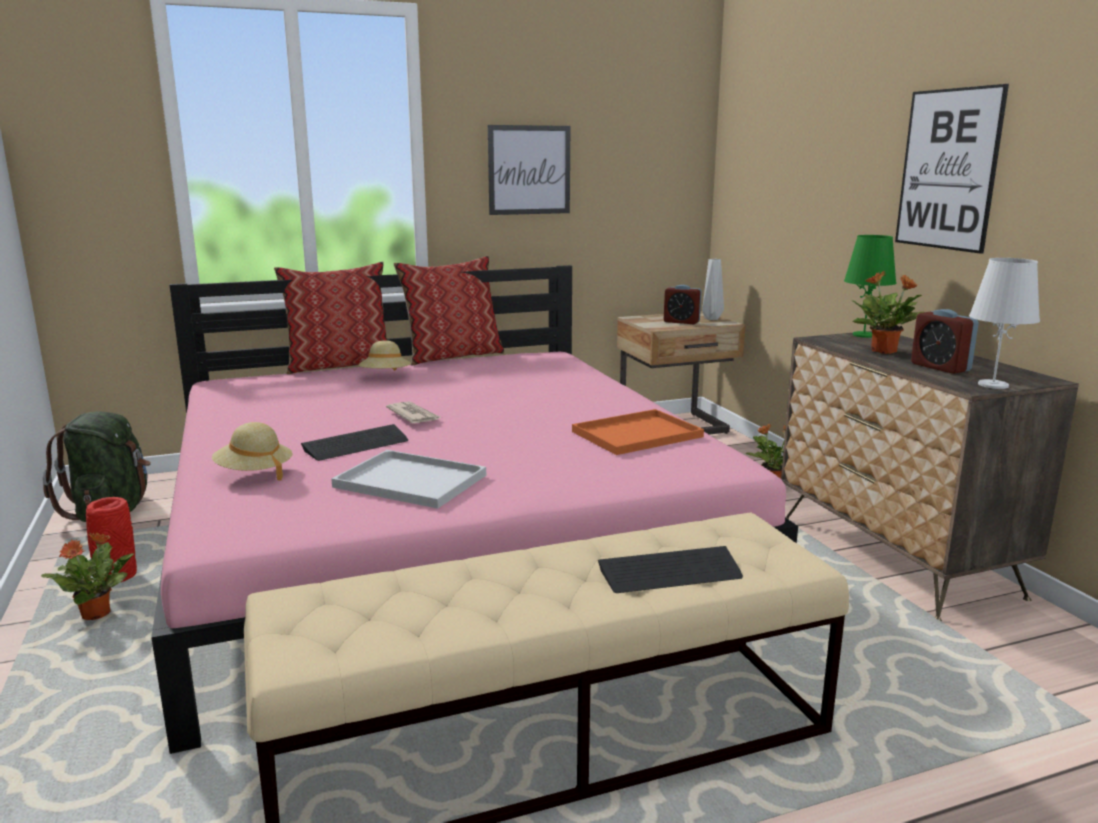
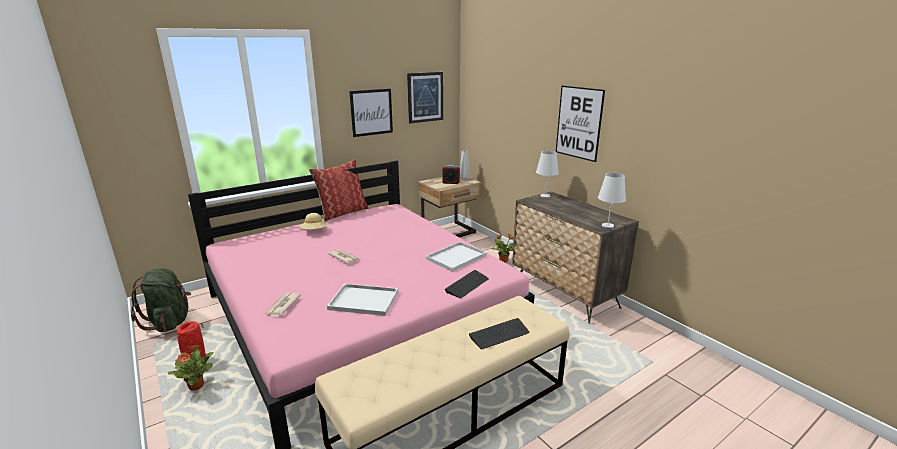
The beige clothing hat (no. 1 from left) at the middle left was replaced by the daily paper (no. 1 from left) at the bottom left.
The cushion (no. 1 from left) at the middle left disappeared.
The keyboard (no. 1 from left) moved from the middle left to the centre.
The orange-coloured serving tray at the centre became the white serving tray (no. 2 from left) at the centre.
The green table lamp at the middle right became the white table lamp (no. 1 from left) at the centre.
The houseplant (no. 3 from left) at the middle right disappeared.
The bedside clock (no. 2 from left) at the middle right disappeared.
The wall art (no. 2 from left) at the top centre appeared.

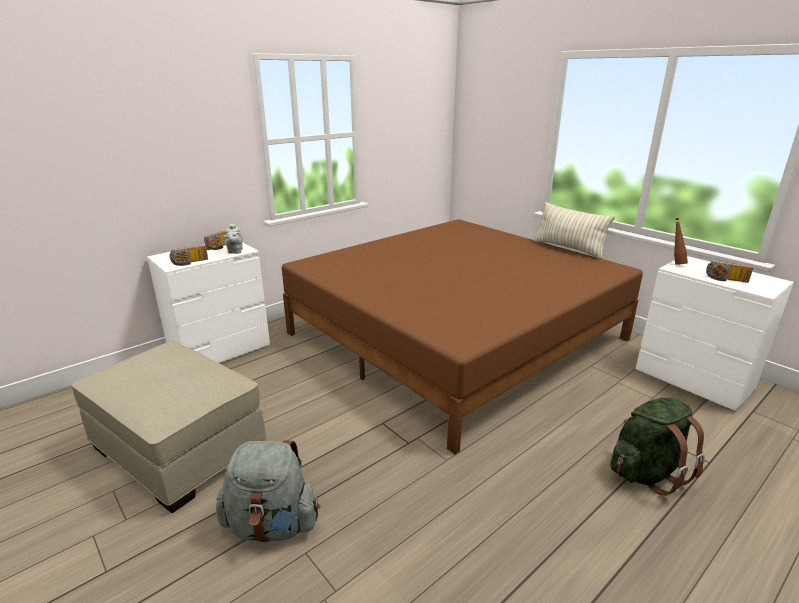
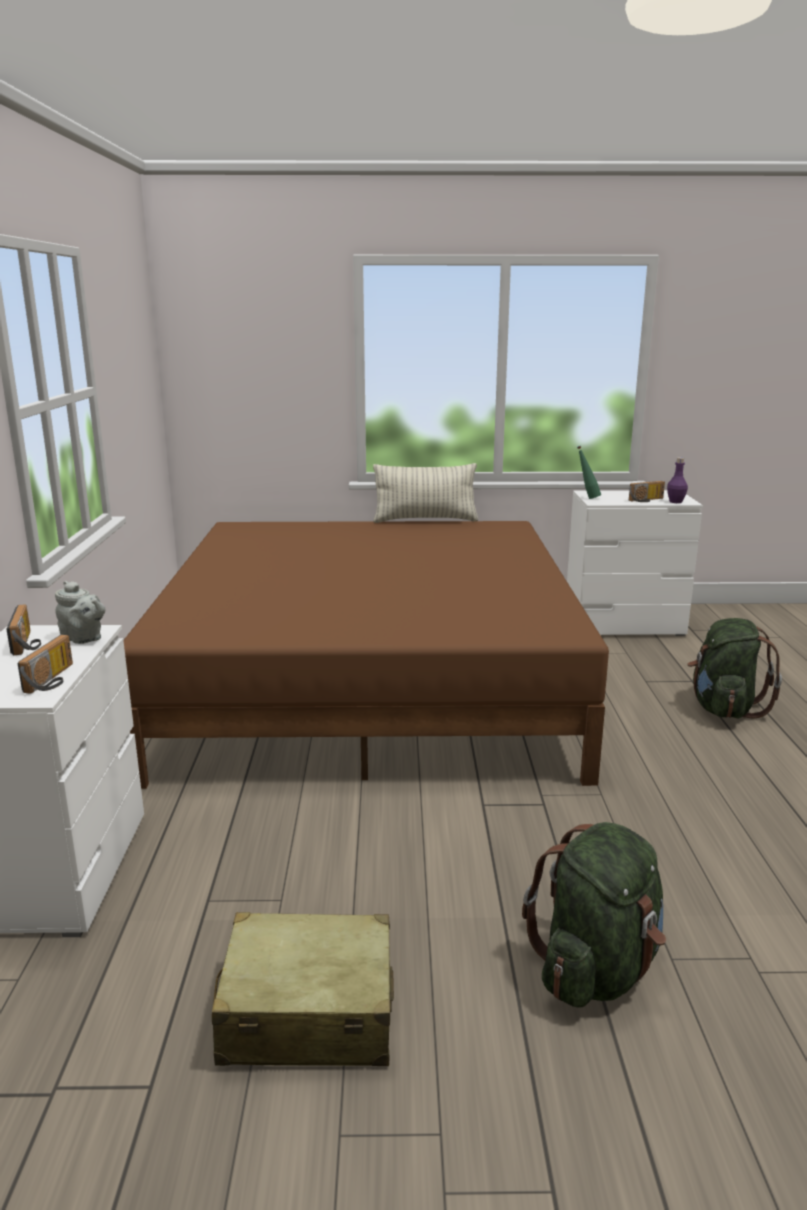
The beige pouffe at the bottom left was replaced by the beige travel case at the bottom centre.
The greyish backpack at the bottom centre became the green backpack (no. 1 from left) at the bottom right.
The brown-coloured beverage bottle at the middle right became the green beverage bottle at the middle right.
The purple beverage bottle at the middle right appeared.

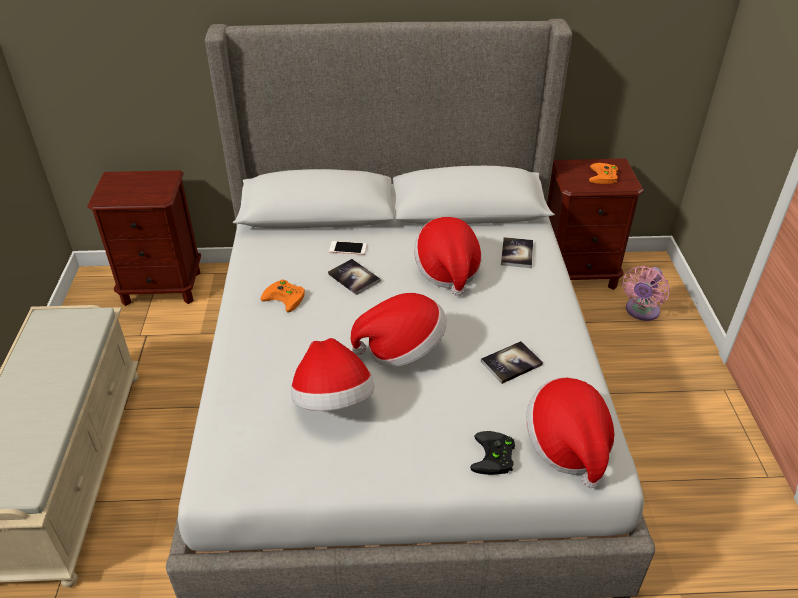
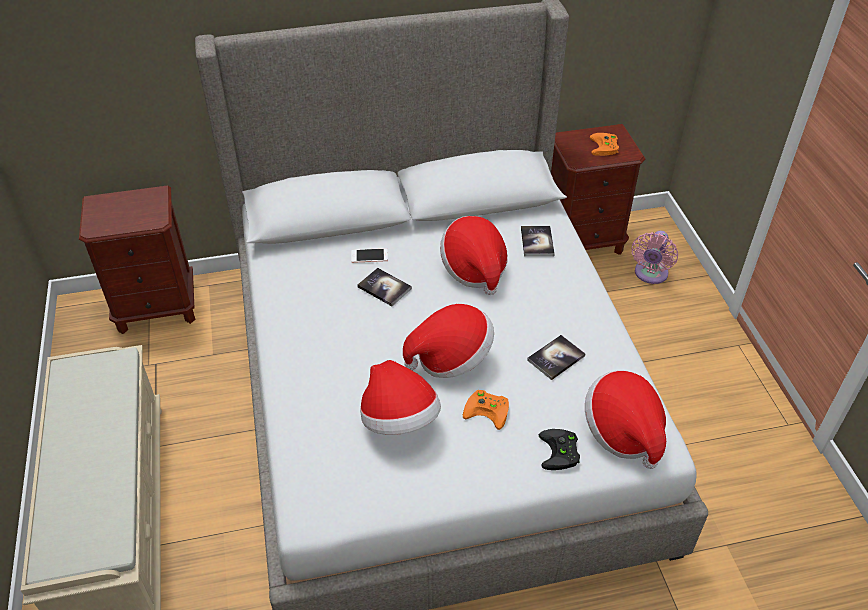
The orange-coloured joypad (no. 1 from left) moved from the centre to the bottom centre.

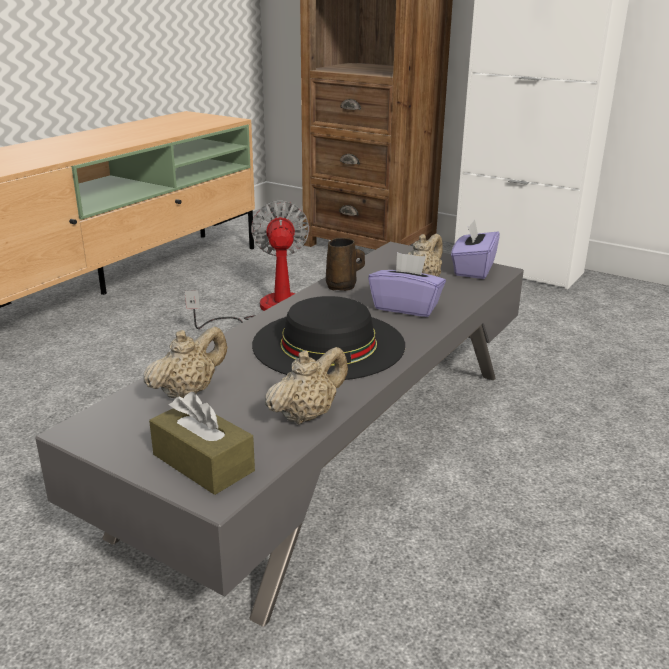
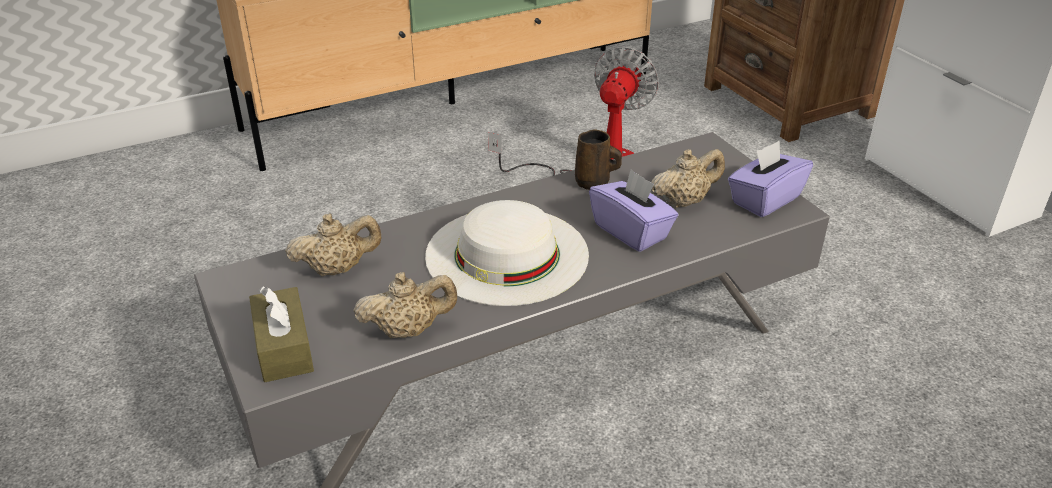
The blackish clothing hat at the centre became the white clothing hat at the centre.

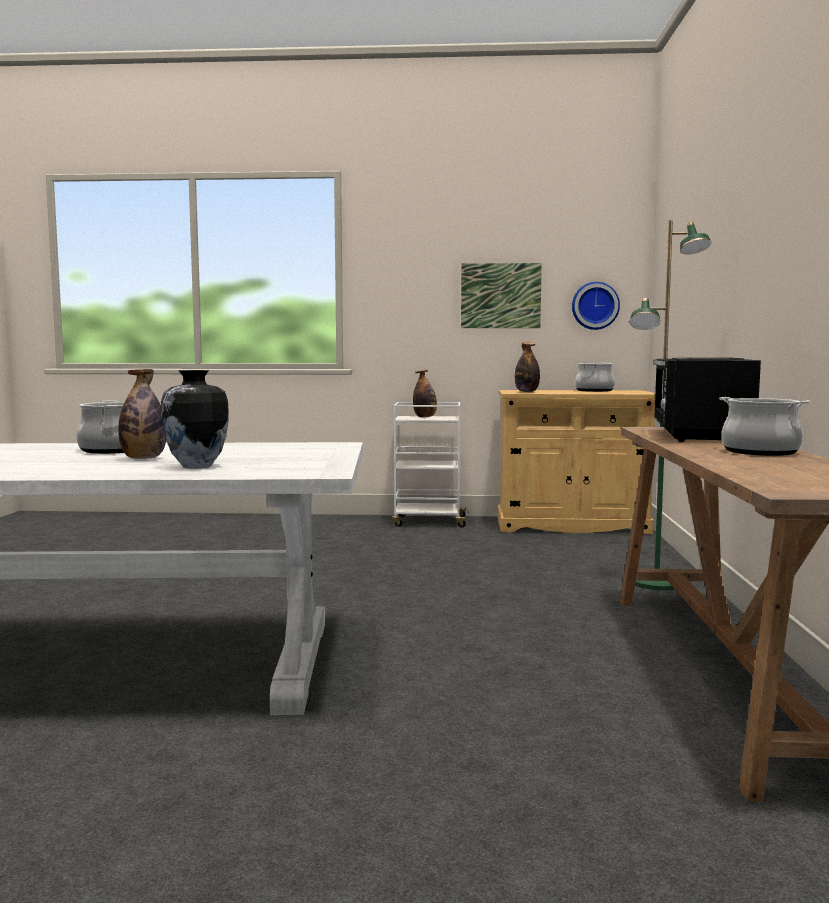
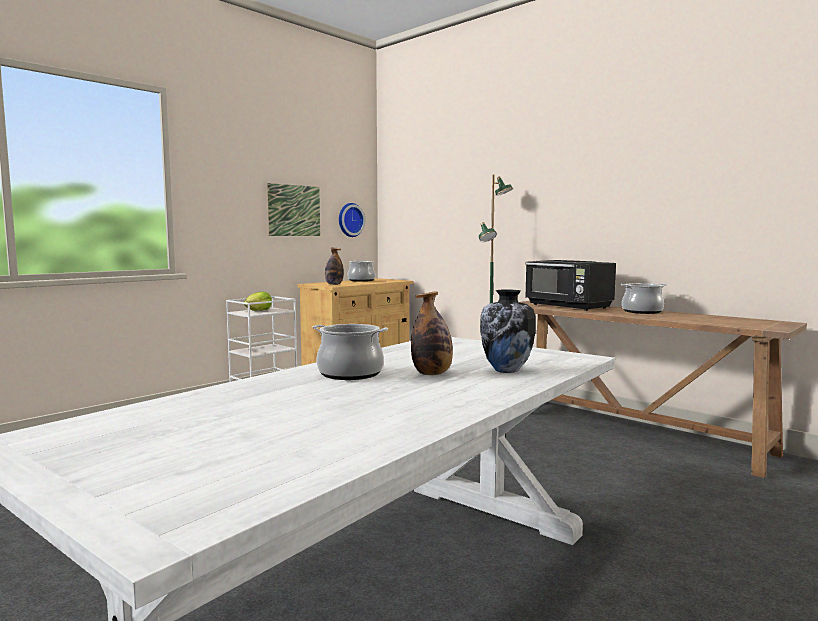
The beverage bottle (no. 2 from left) at the centre was replaced by the lettuce head at the middle left.

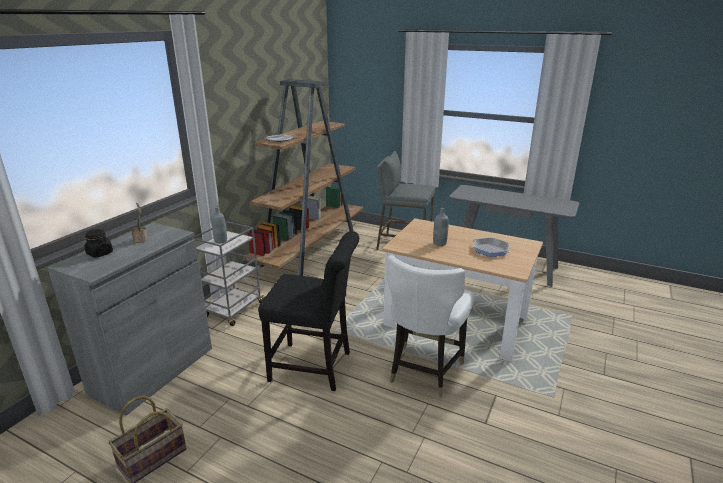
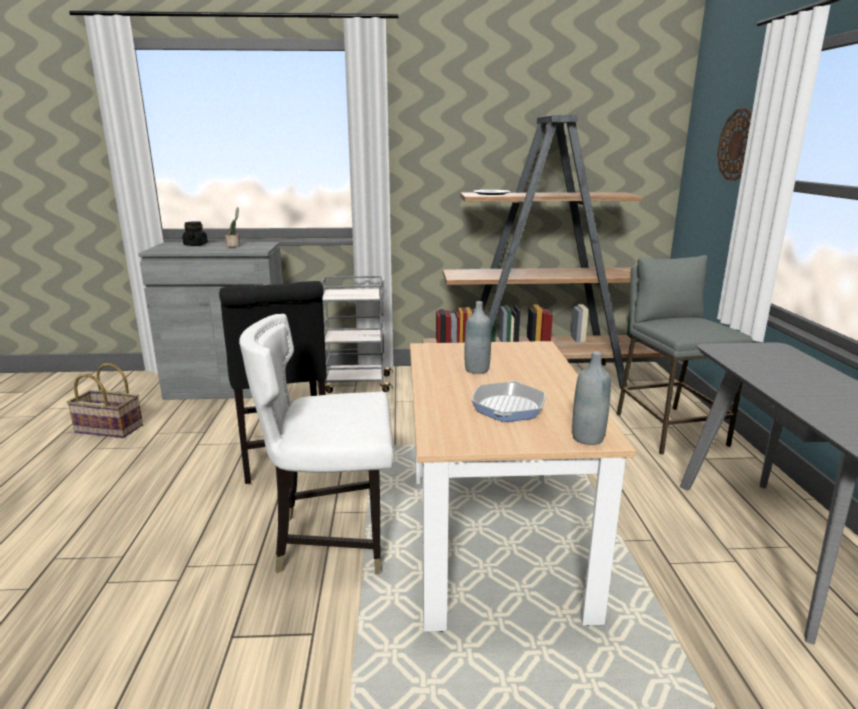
The greyish beverage bottle (no. 1 from left in the first image) moved from the middle left to the middle right.
The hanging clock at the top right appeared.

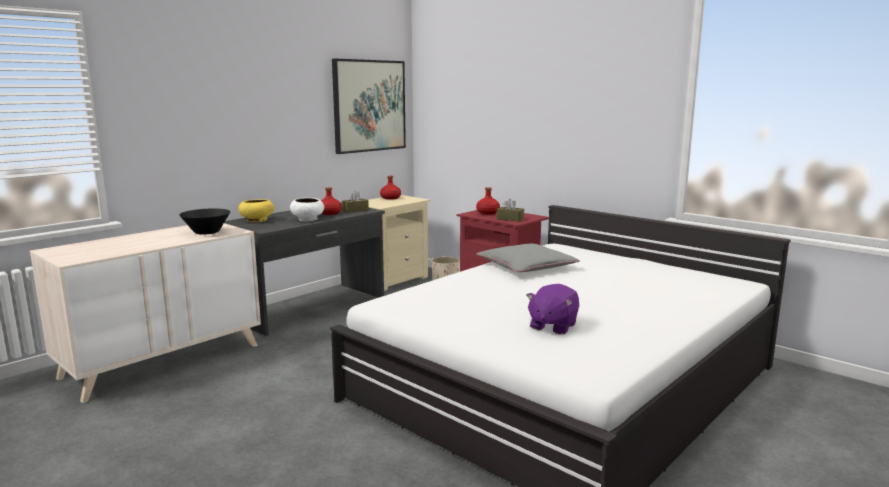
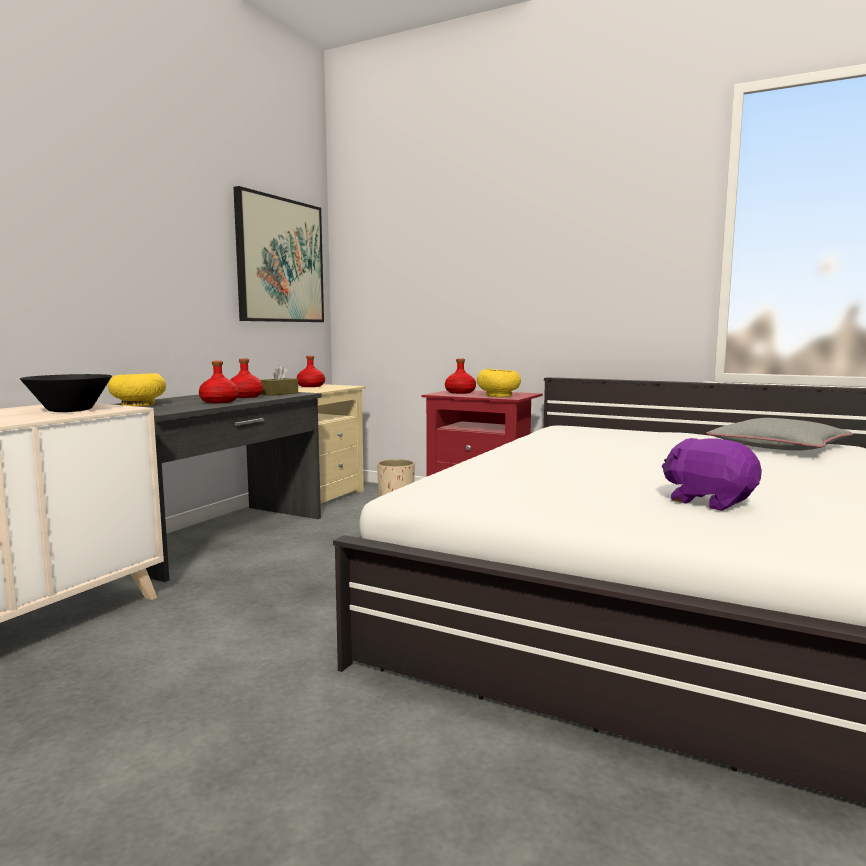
The white bowl at the centre was replaced by the red-coloured beverage bottle (no. 1 from left) at the middle left.
The greyish cushion moved from the centre to the middle right.
The brown-coloured tissue box (no. 2 from left) at the centre was replaced by the yellowish bowl (no. 2 from left) at the centre.
The purple soft toy at the centre turned 120 degrees clockwise.

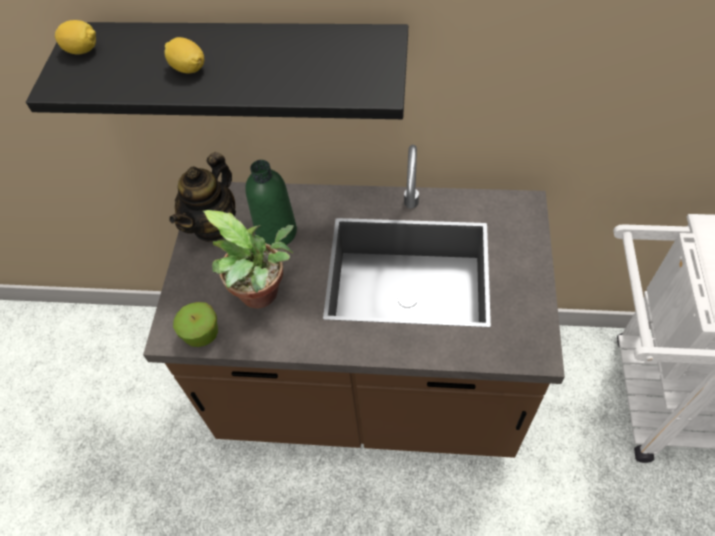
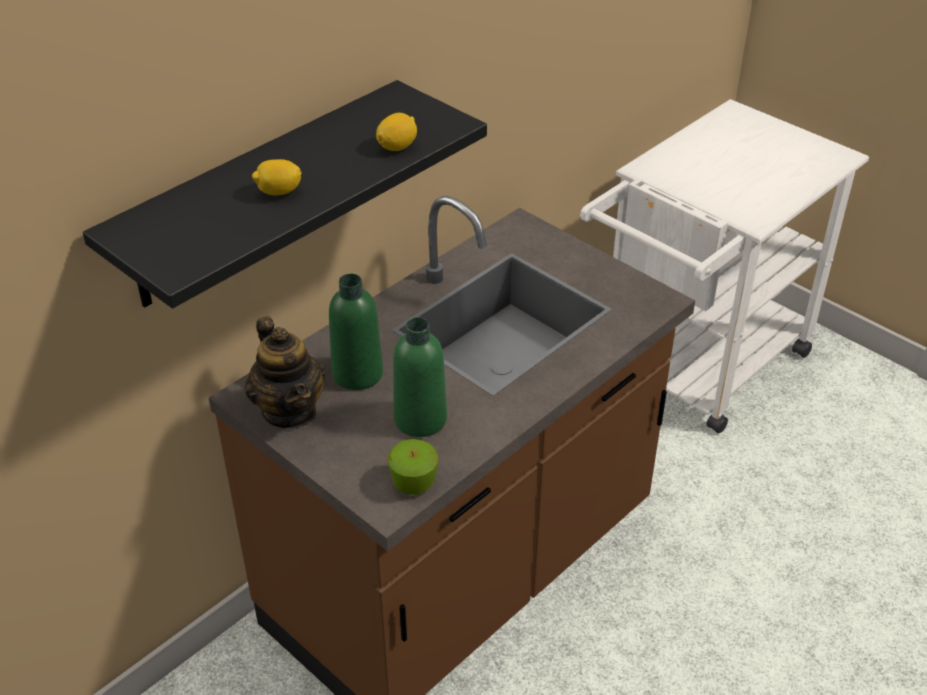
The citrus fruit (no. 1 from left in the first image) moved from the top left to the top centre.
The houseplant at the centre was replaced by the green beverage bottle (no. 2 from left) at the centre.

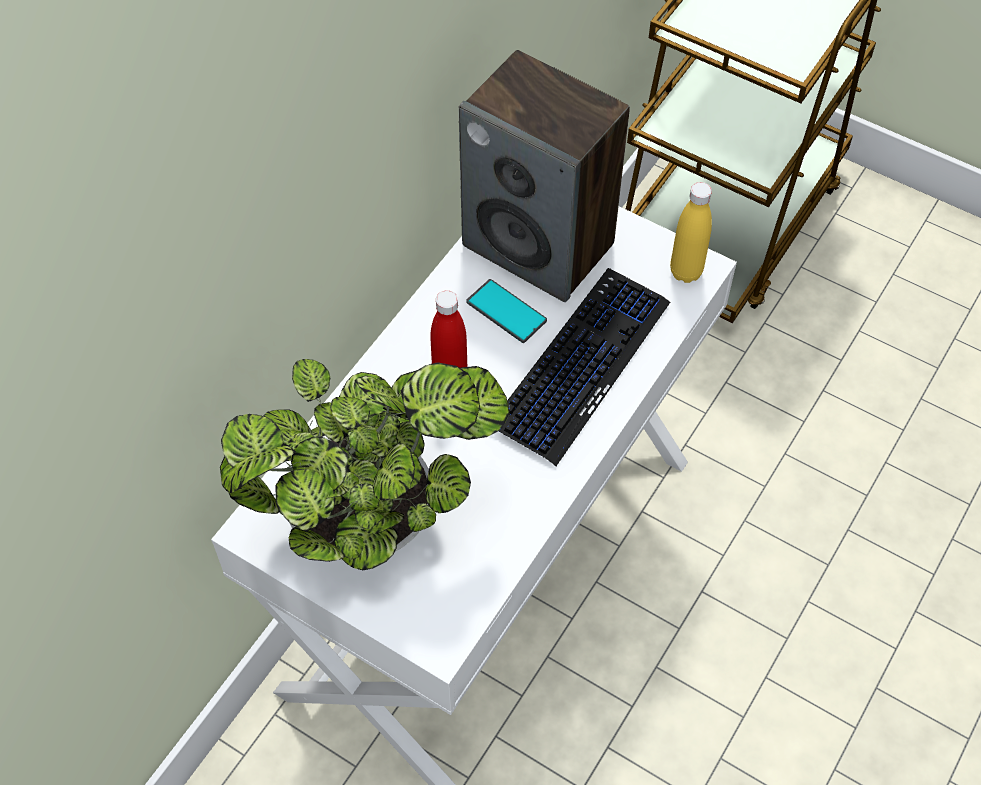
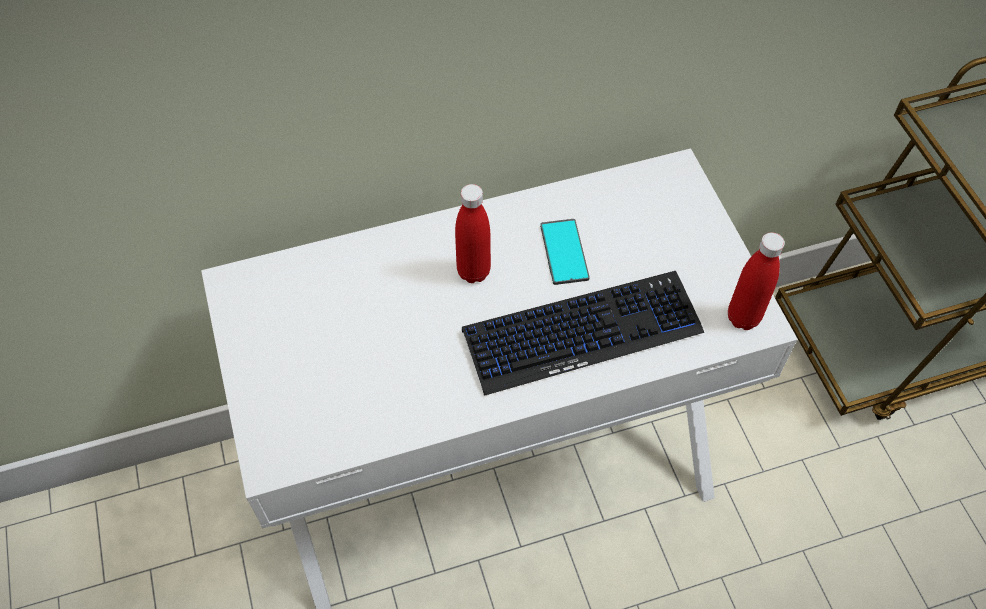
The houseplant at the centre disappeared.
The speaker at the top centre disappeared.
The yellowish beverage bottle at the top right became the red-coloured beverage bottle (no. 2 from left) at the middle right.

